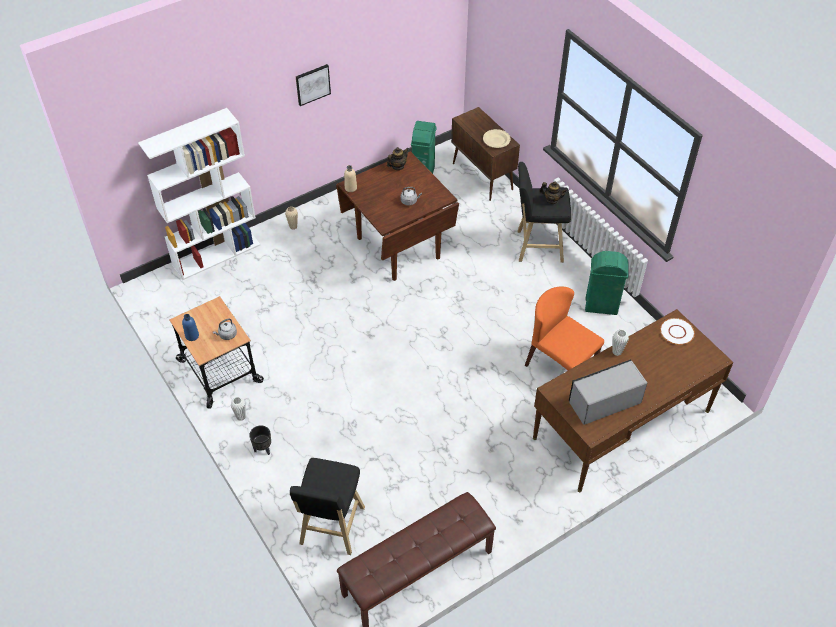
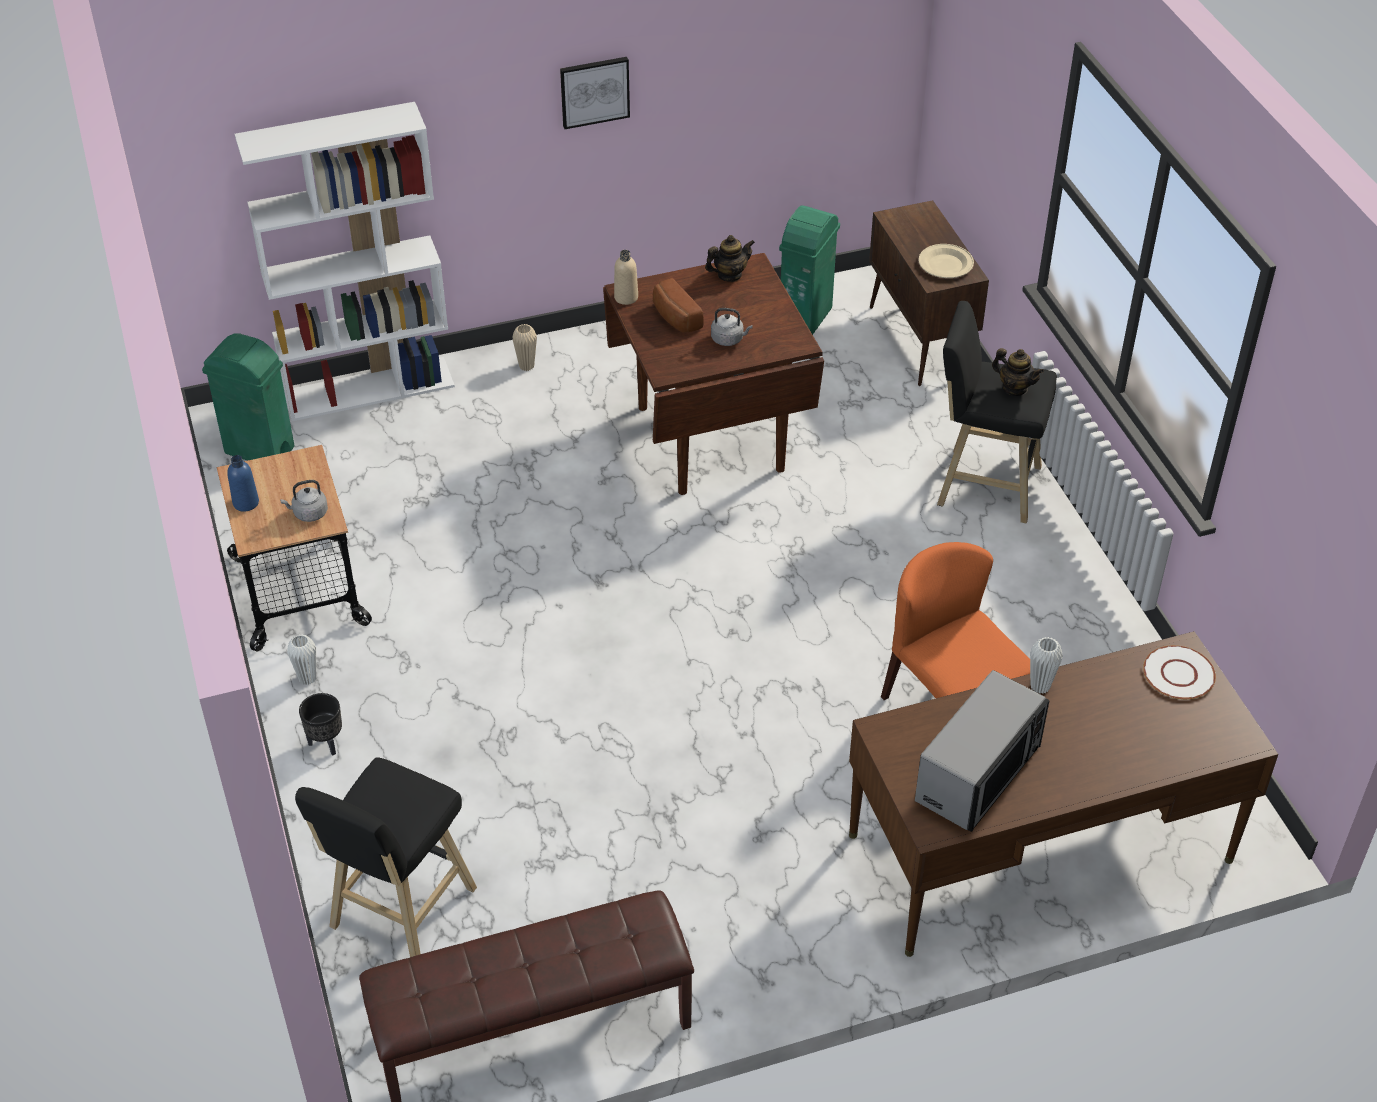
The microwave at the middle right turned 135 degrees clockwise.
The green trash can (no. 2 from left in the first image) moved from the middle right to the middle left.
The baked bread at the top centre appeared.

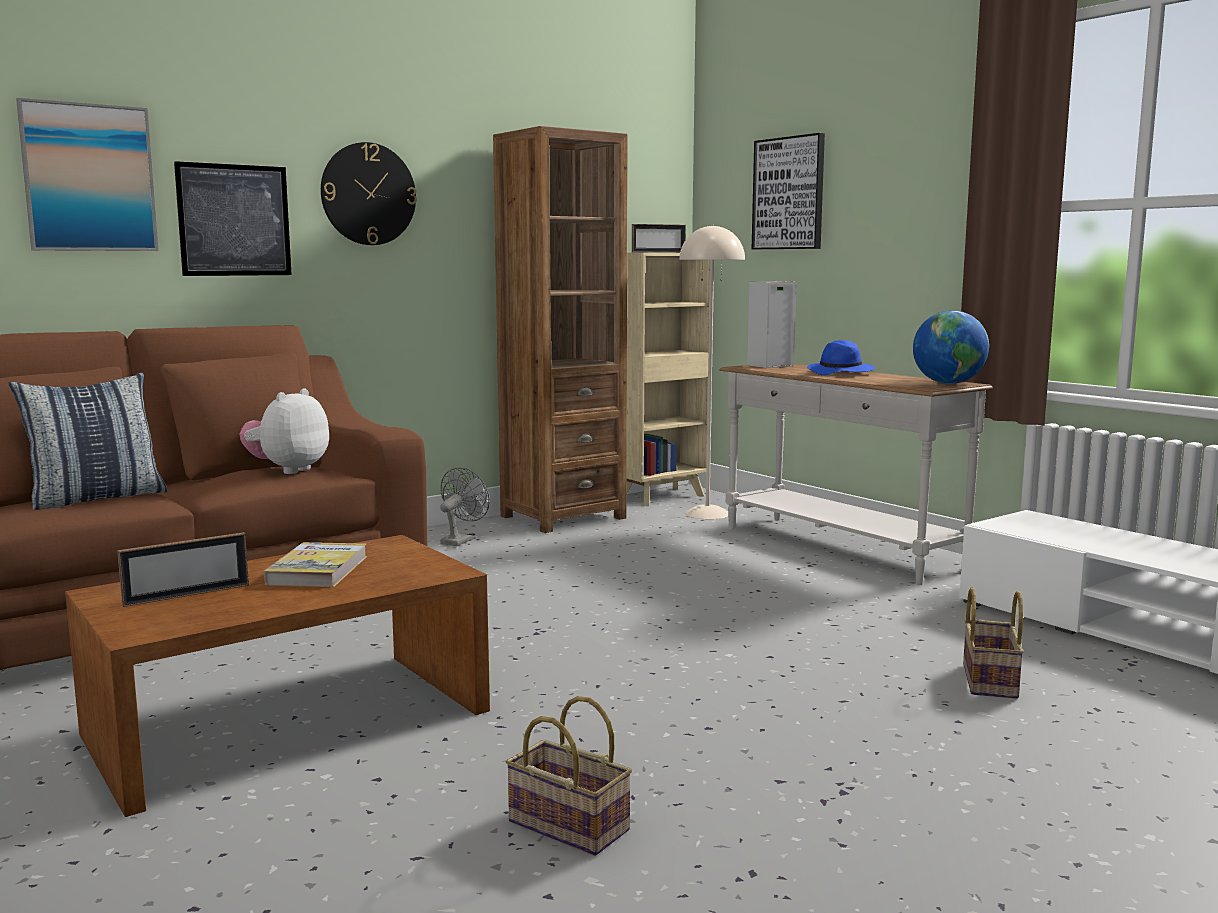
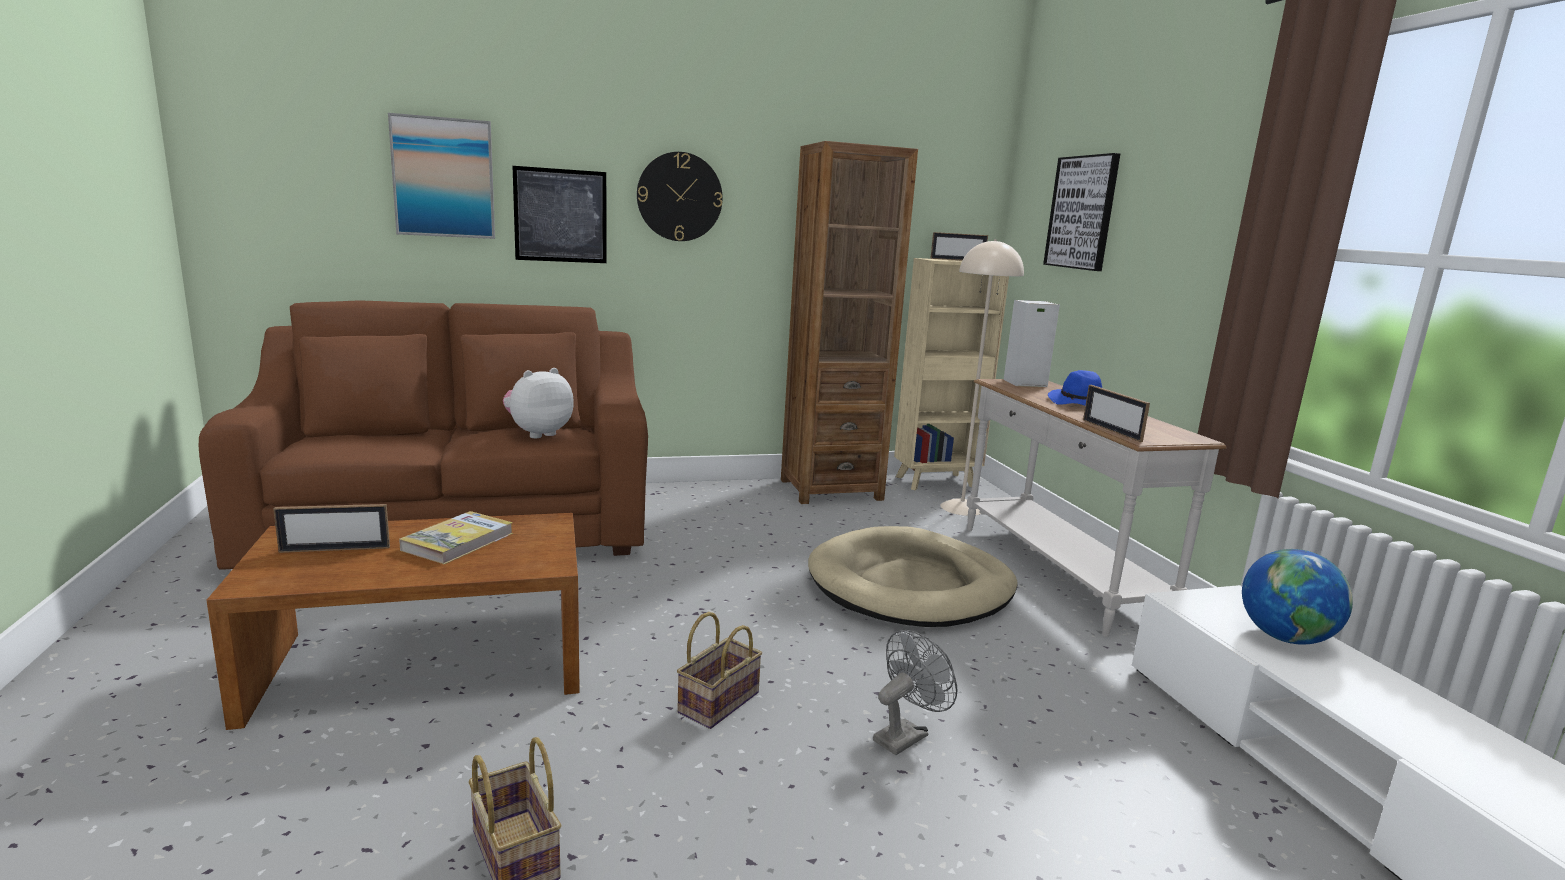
The cushion at the middle left disappeared.
The greyish fan moved from the centre to the bottom centre.
The world globe moved from the middle right to the bottom right.
The storage basket (no. 2 from left) moved from the bottom right to the bottom centre.
The beige dog bed at the centre appeared.
The picture frame (no. 3 from left) at the middle right appeared.

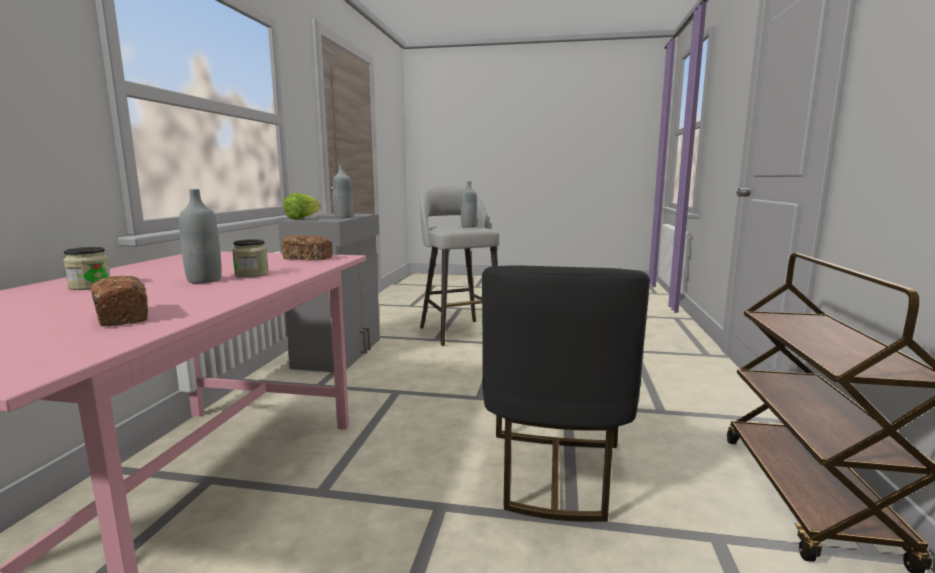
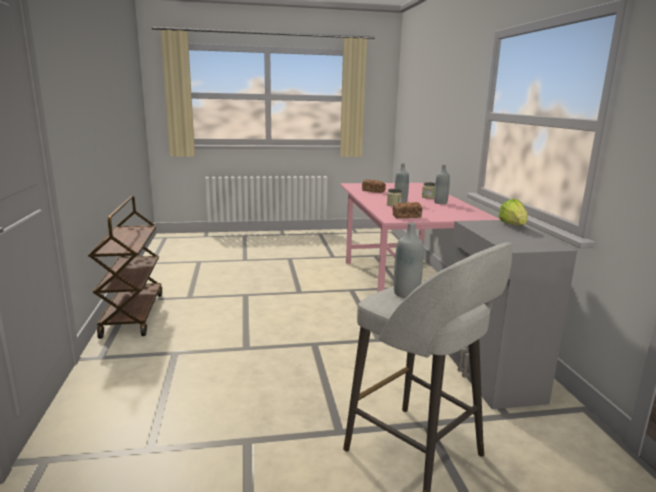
The greyish beverage bottle (no. 2 from left in the first image) moved from the centre to the middle right.
The blackish upright chair at the bottom centre disappeared.

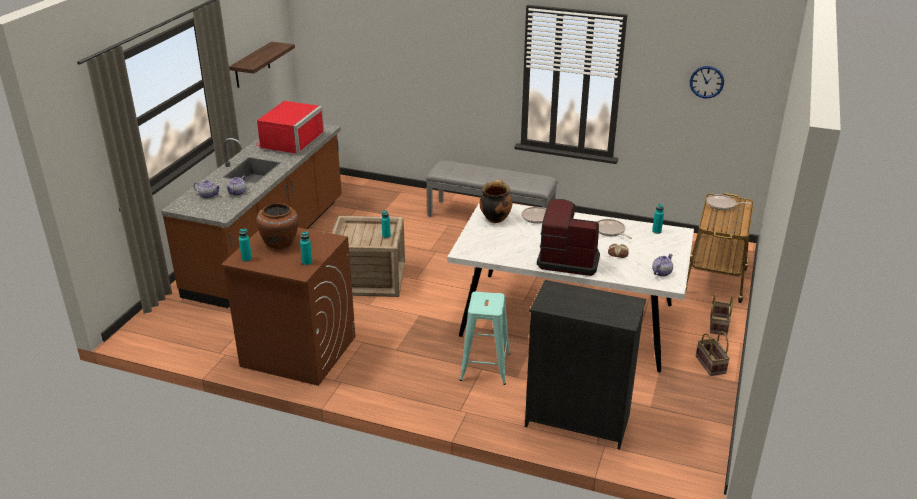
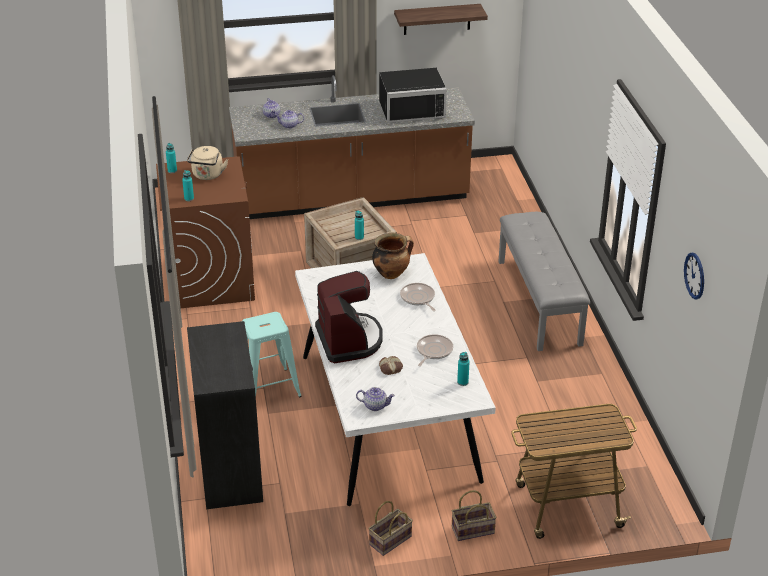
The red-coloured microwave at the top left became the blackish microwave at the top centre.
The brown-coloured flower vase at the middle left was replaced by the beige water kettle at the top left.
The frying pan (no. 3 from left) at the middle right disappeared.

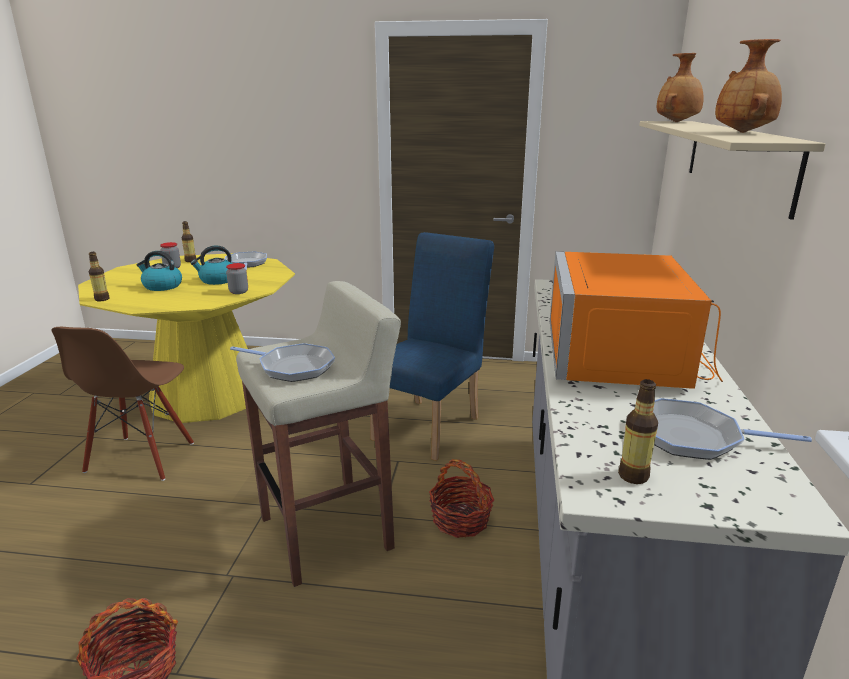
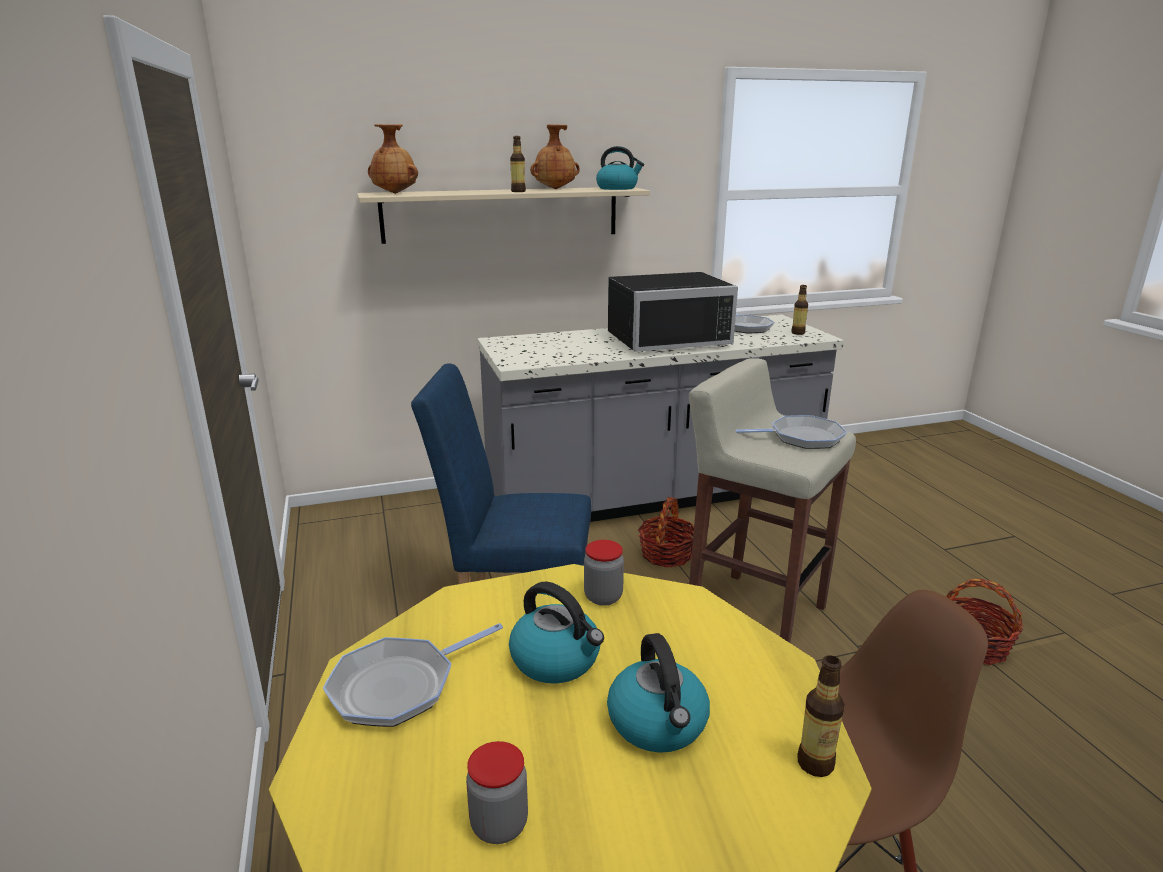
The beverage bottle (no. 2 from left in the first image) moved from the middle left to the top centre.
The frying pan (no. 2 from left in the first image) at the middle left turned 90 degrees clockwise.
The orange-coloured microwave at the middle right became the blackish microwave at the centre.
The water kettle (no. 2 from left) at the top centre appeared.

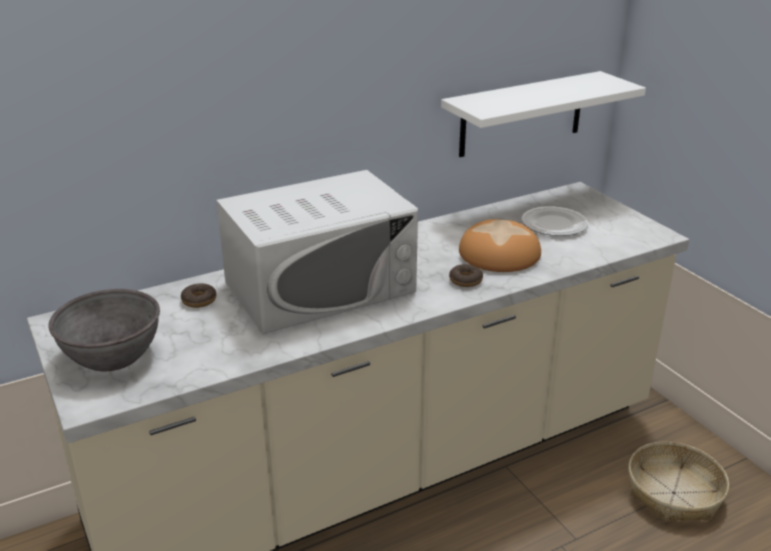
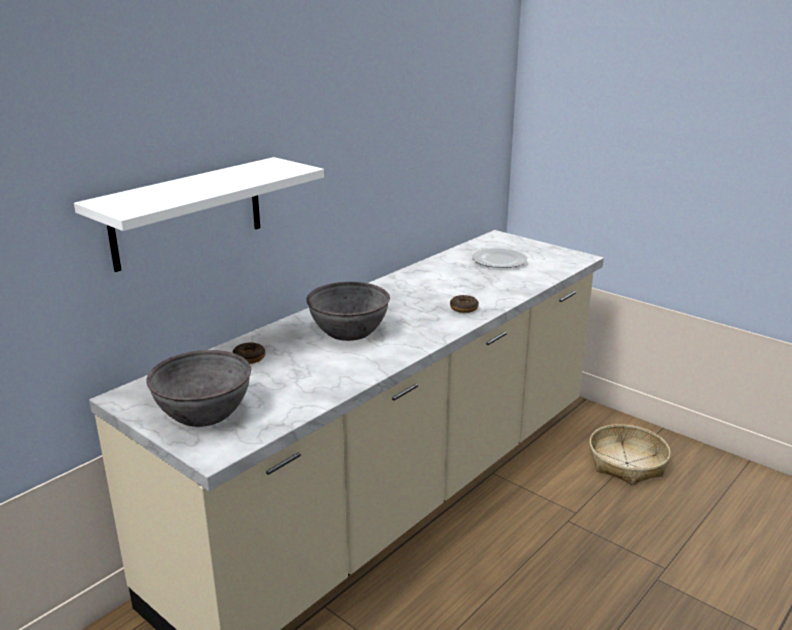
The white microwave at the centre was replaced by the greyish bowl (no. 2 from left) at the centre.
The white wall shelf moved from the top right to the middle left.
The baked bread at the centre disappeared.

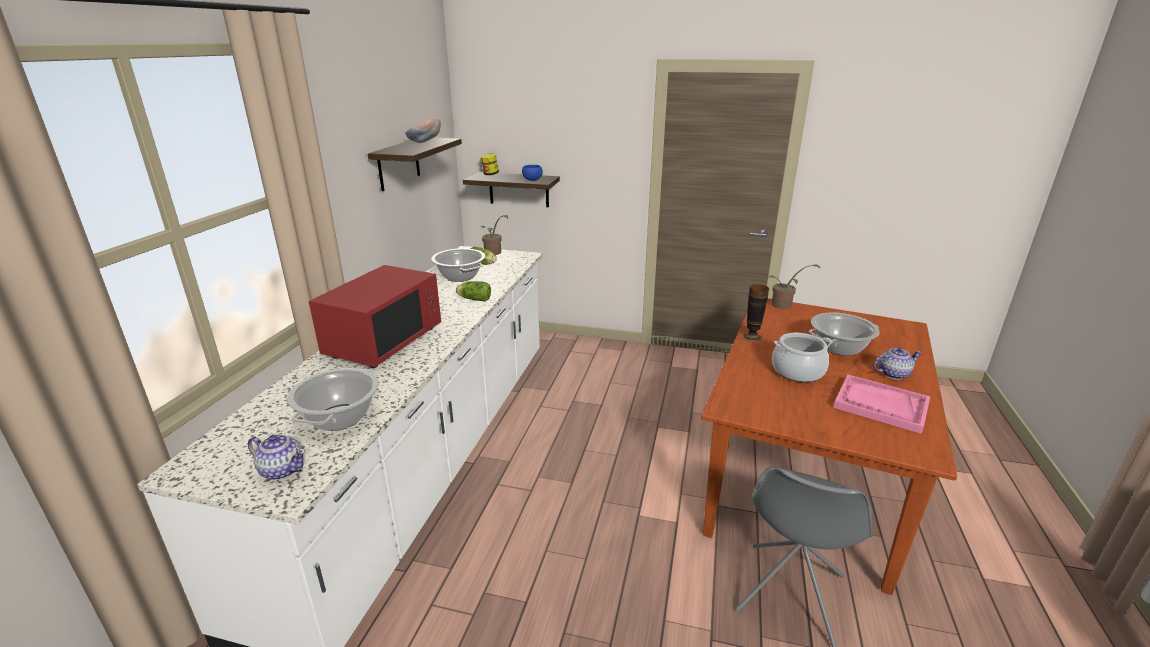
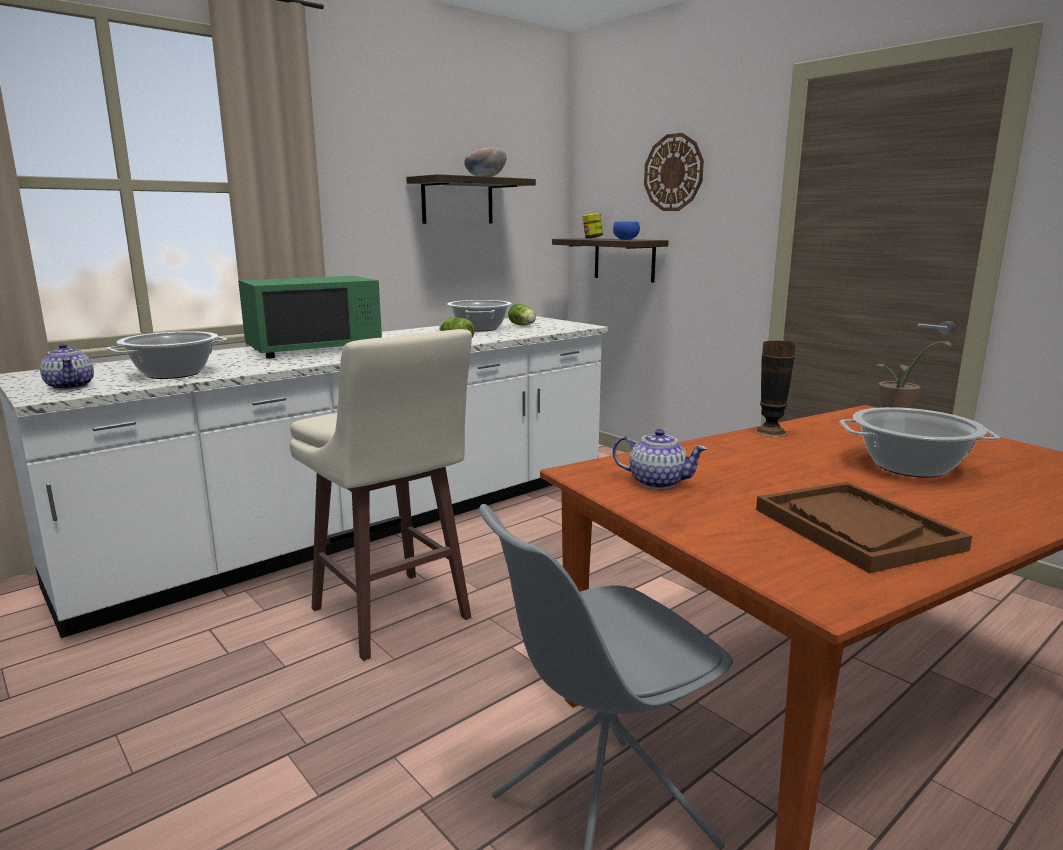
The red-coloured microwave at the middle left became the green microwave at the middle left.
The houseplant (no. 1 from left) at the centre disappeared.
The stockpot (no. 3 from left) at the middle right disappeared.
The pink-coloured serving tray at the middle right became the brown-coloured serving tray at the middle right.
The pot for tea (no. 2 from left) moved from the middle right to the centre.
The beige stool at the centre appeared.
The hanging clock at the top centre appeared.

